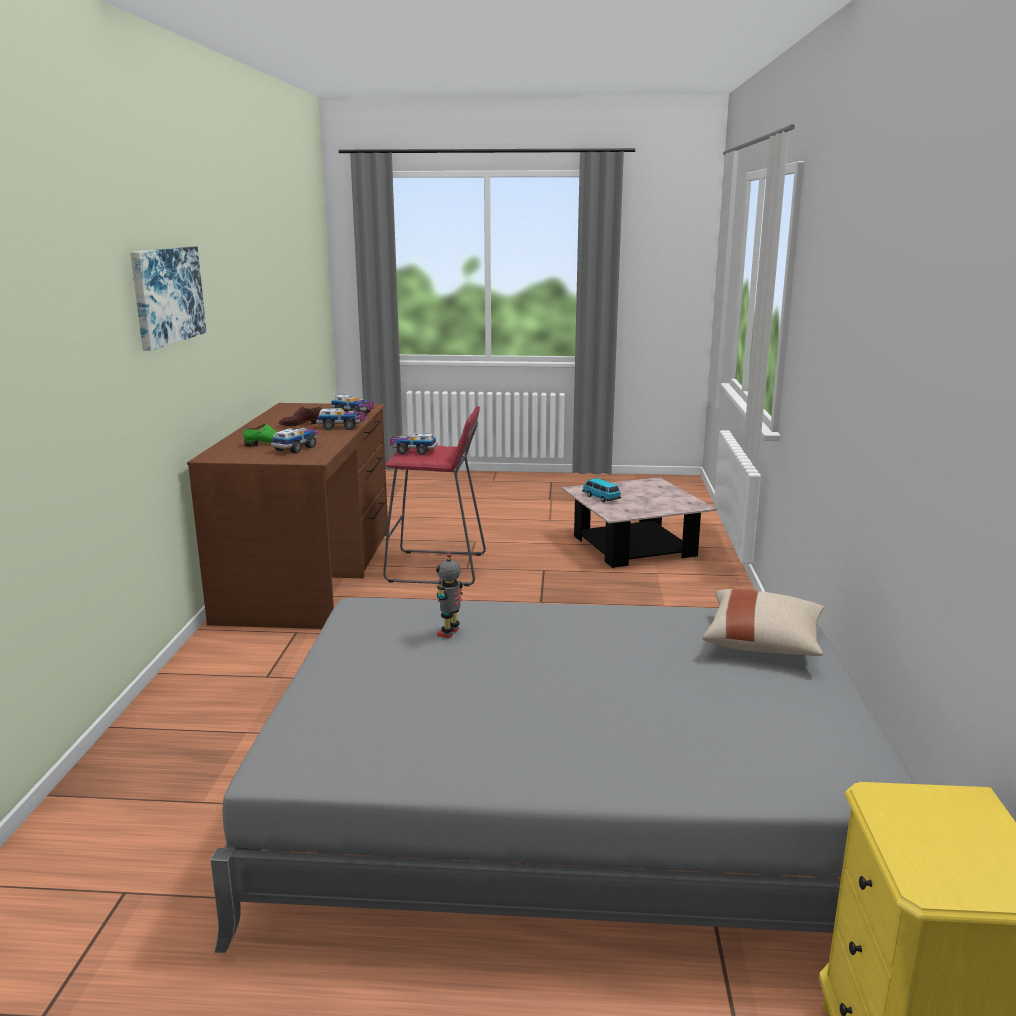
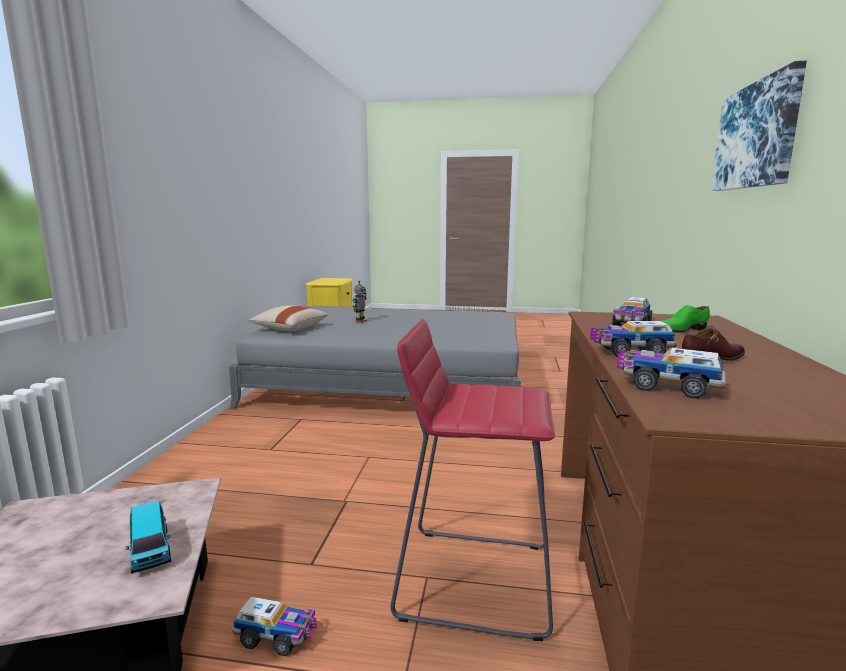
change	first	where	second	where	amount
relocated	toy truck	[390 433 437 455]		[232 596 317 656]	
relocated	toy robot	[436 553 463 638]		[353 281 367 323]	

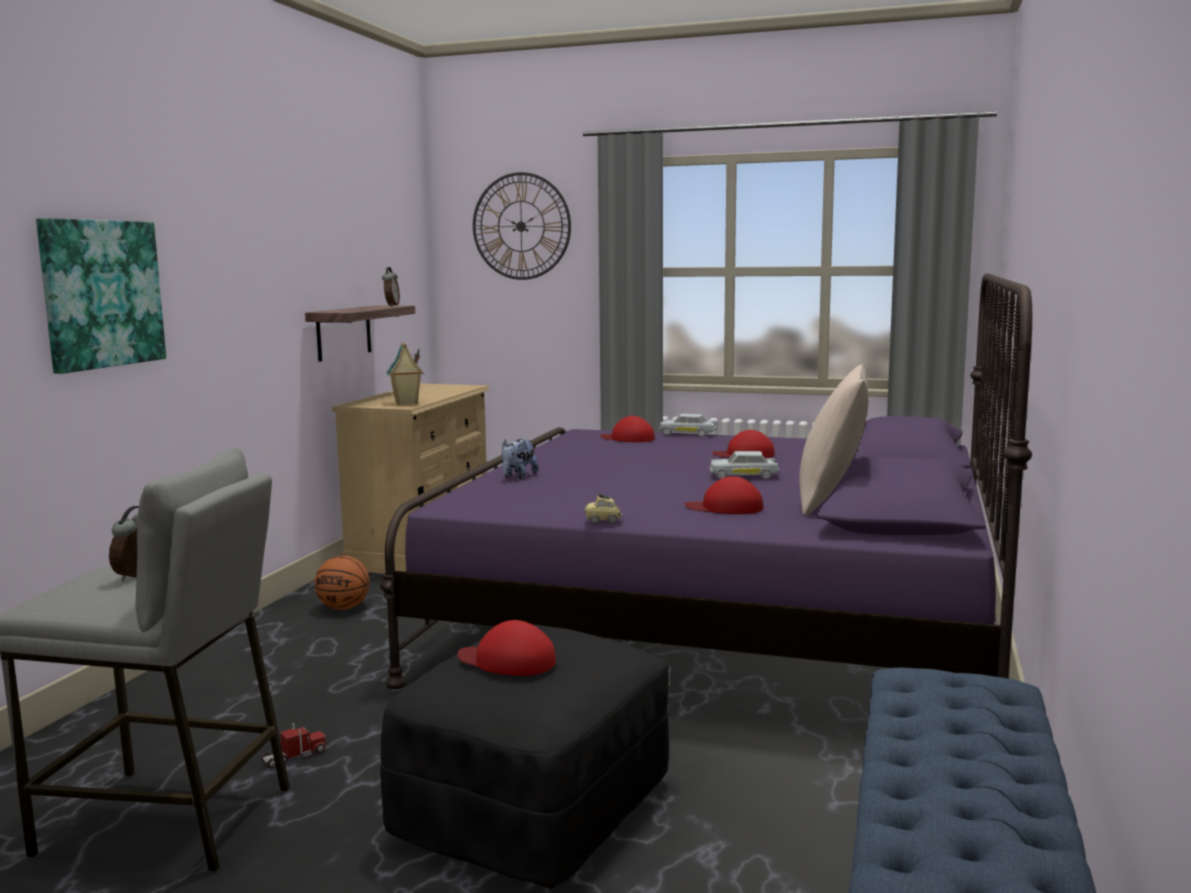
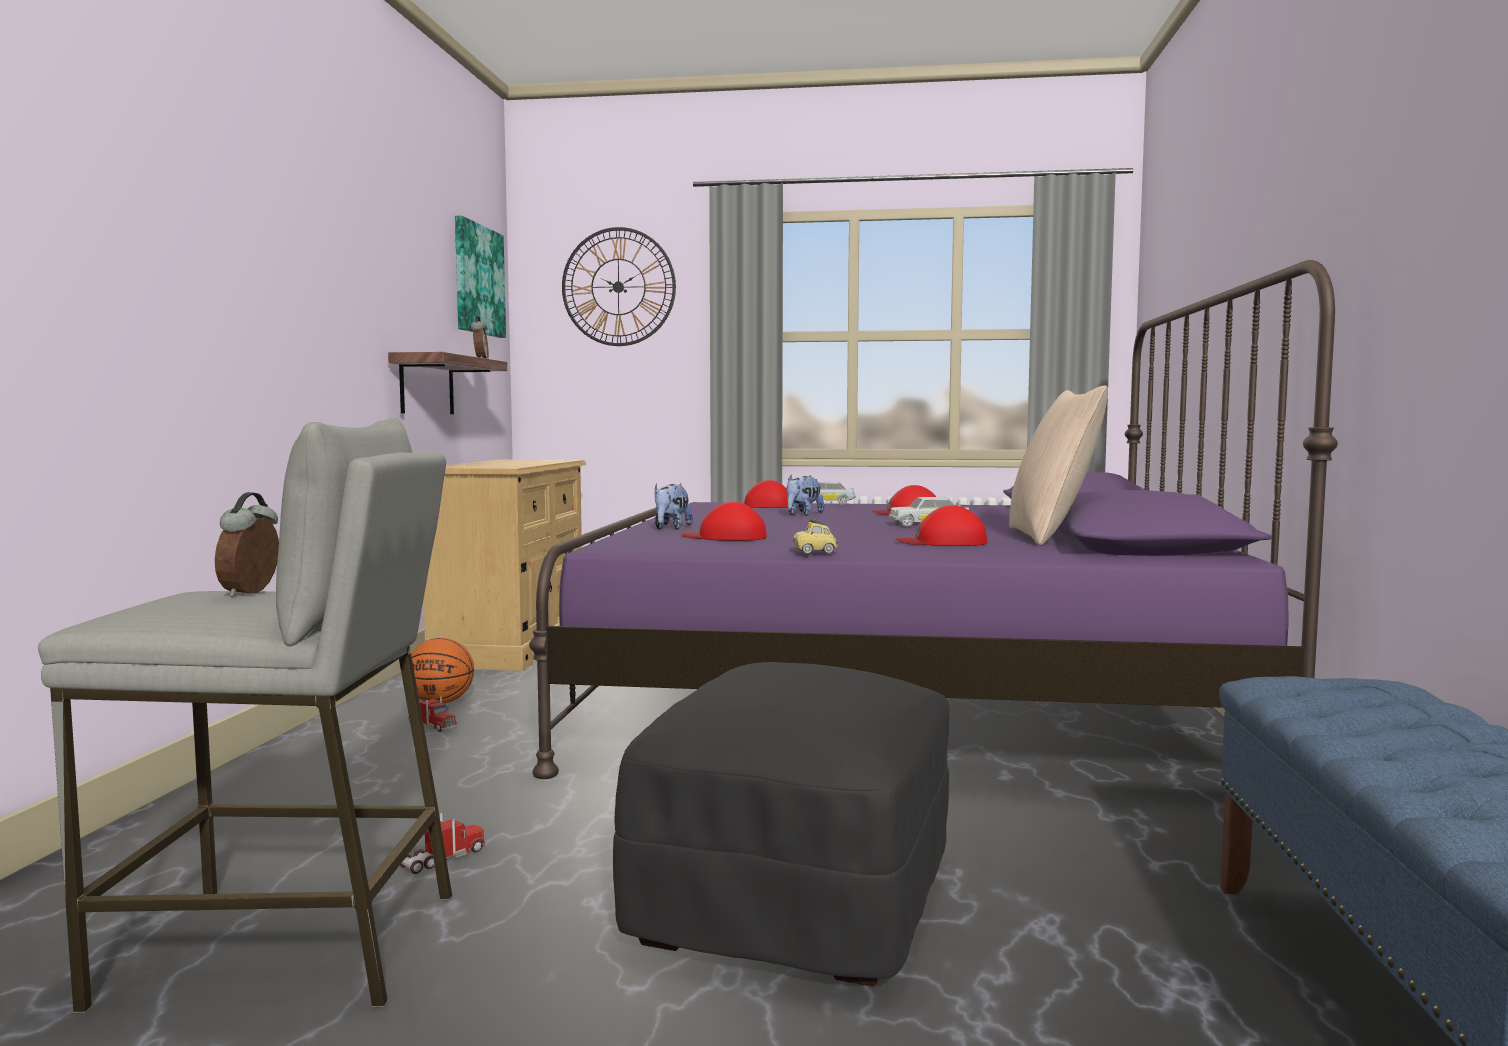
change	first	where	second	where	amount
appeared			toy truck	[409 696 457 732]	
relocated	picture	[36 218 166 374]		[455 216 506 338]	
relocated	red cap	[457 620 556 676]		[681 502 767 541]	
appeared			plush toy	[786 475 825 516]	
missing	toy house	[386 342 424 405]			

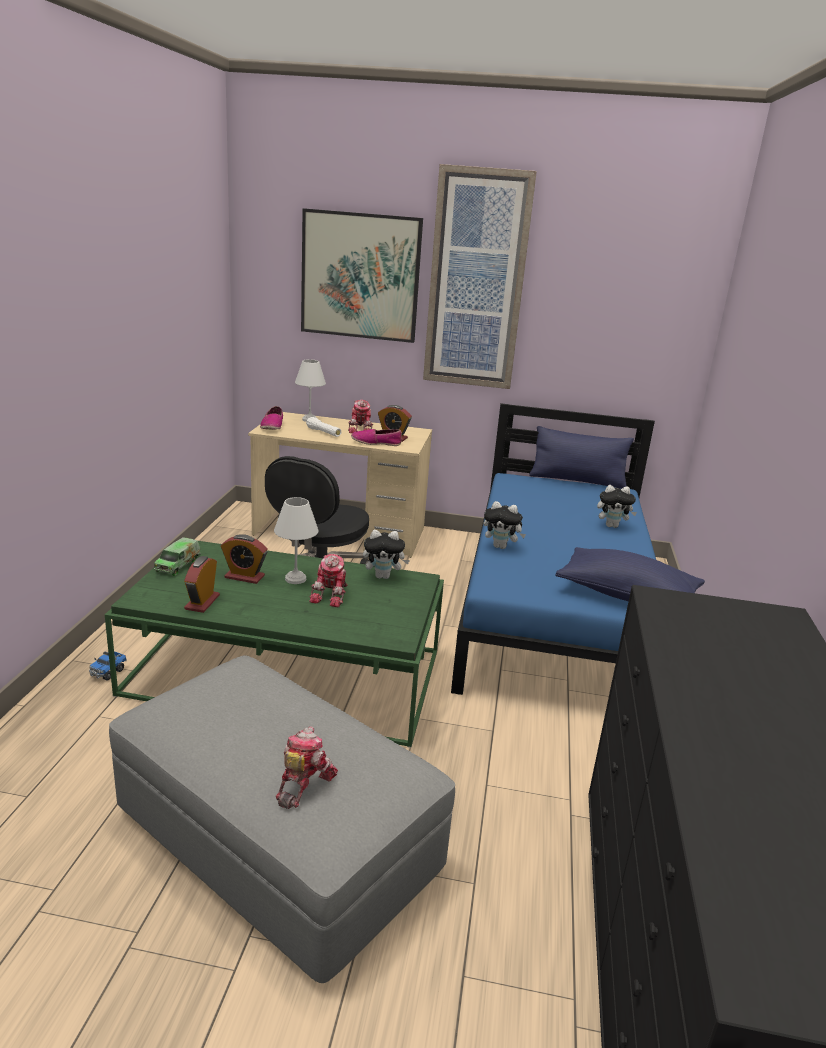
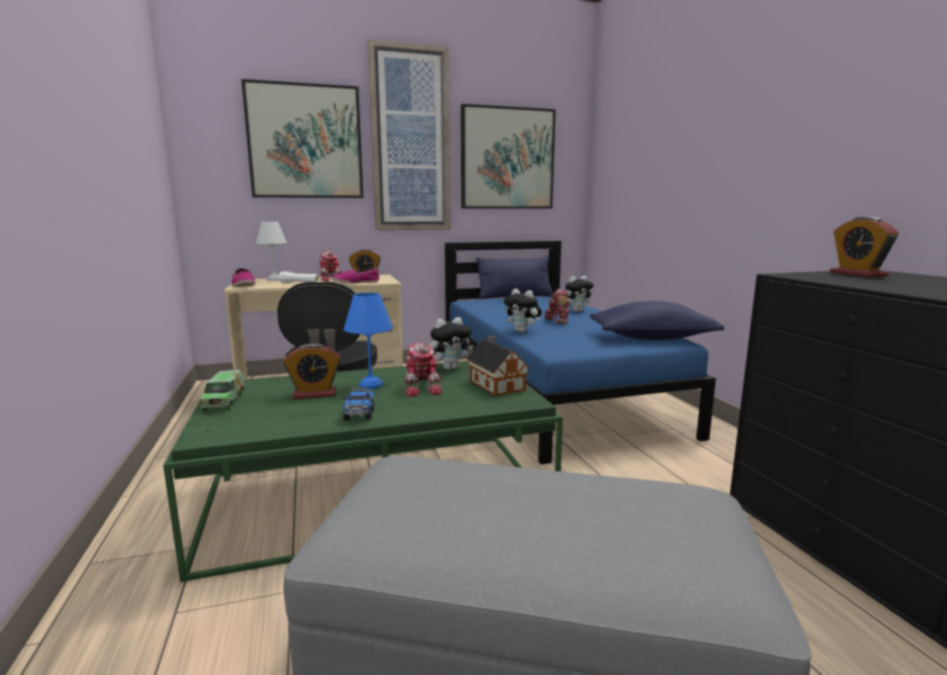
change	first	where	second	where	amount
relocated	toy truck	[89 651 127 680]		[343 388 375 420]	
colour	white table lamp	[274 497 319 584]	blue table lamp	[344 293 393 389]	
appeared			picture	[461 104 556 209]	
appeared			toy house	[466 336 530 396]	
spun	plush toy	[483 501 526 549]		[504 288 542 333]	45 degrees clockwise
relocated	toy robot	[276 726 338 809]		[545 289 570 325]	
relocated	alarm clock	[184 556 220 613]		[830 216 899 277]	

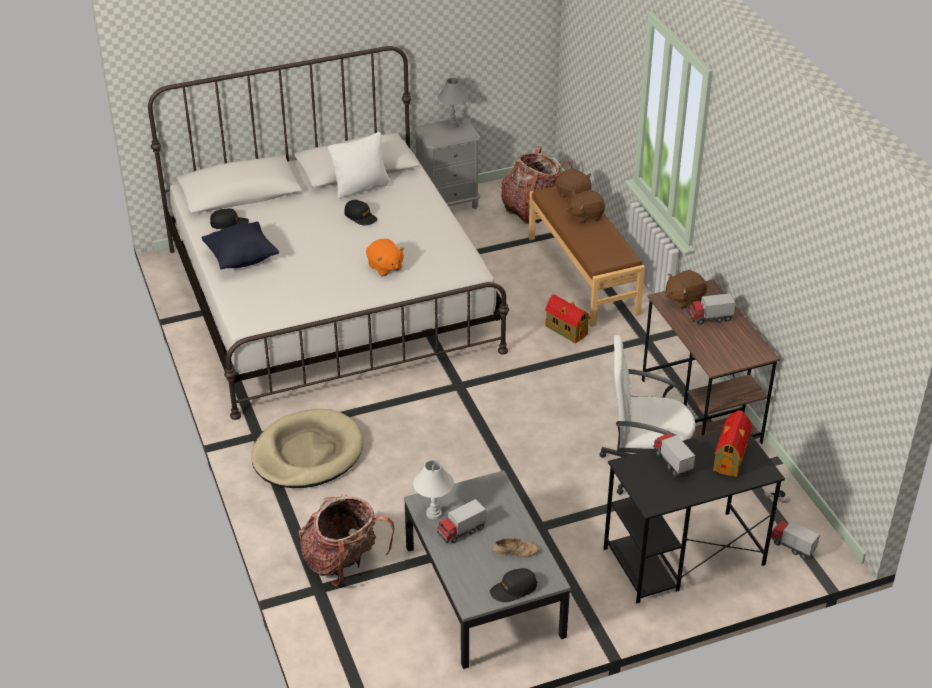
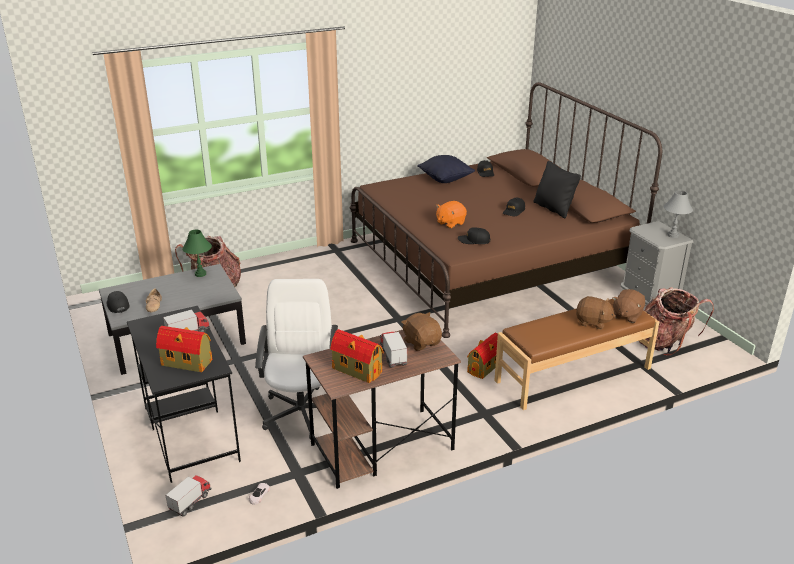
change	first	where	second	where	amount
colour	white table lamp	[413 460 454 519]	green table lamp	[182 230 212 277]	
appeared			toy house	[330 329 384 383]	
colour	white bed	[148 46 509 420]	brown bed	[350 82 662 338]	
appeared			black cap	[458 227 490 244]	
colour	white pillow	[328 132 391 199]	black pillow	[533 161 581 218]	
spun	brown plush toy	[567 190 605 224]		[576 296 616 330]	135 degrees clockwise
missing	beige dog bed	[251 409 363 488]			
missing	toy truck	[437 499 486 543]			

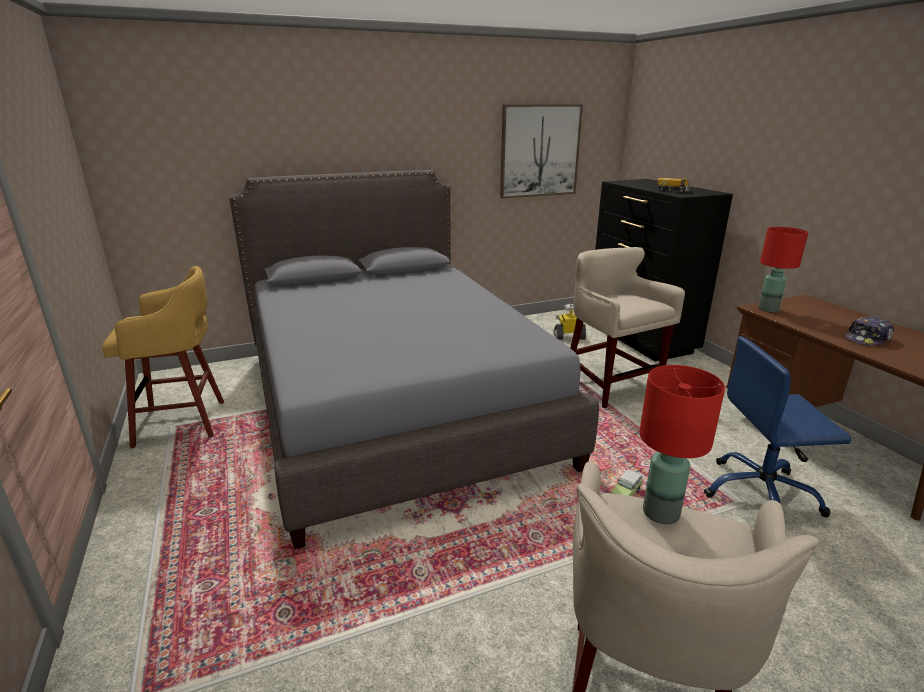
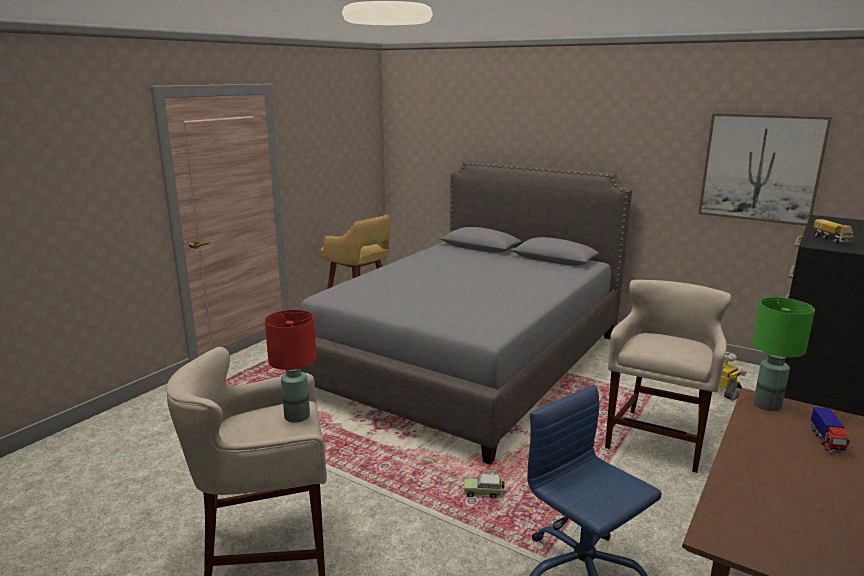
change	first	where	second	where	amount
colour	red table lamp	[758 227 808 312]	green table lamp	[753 297 815 411]	
appeared			toy truck	[811 407 850 454]	
missing	cap	[845 316 895 346]			

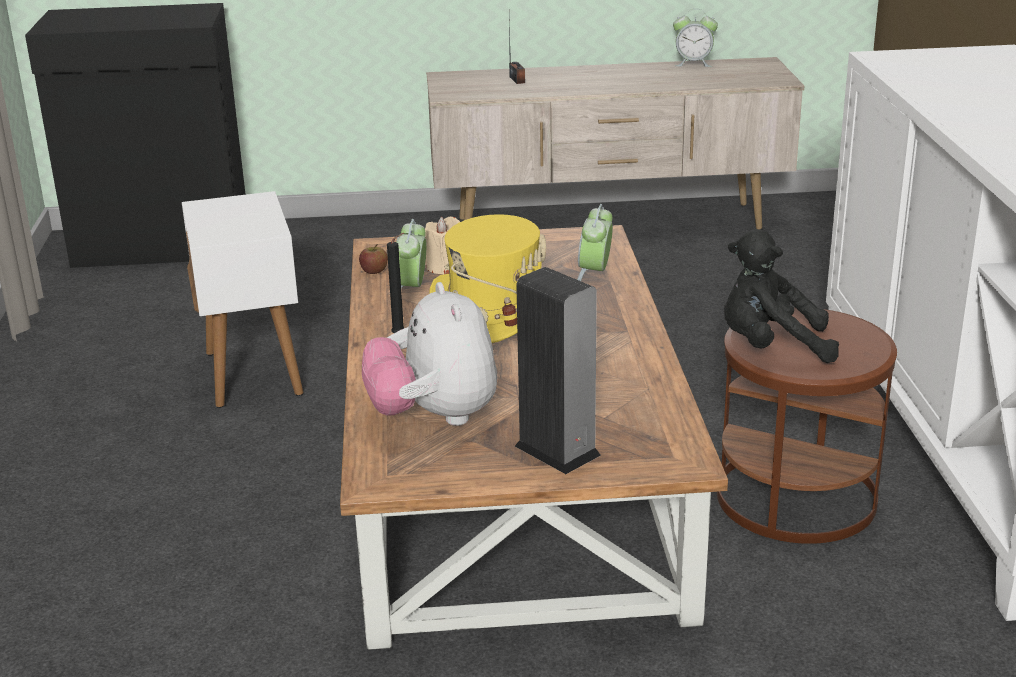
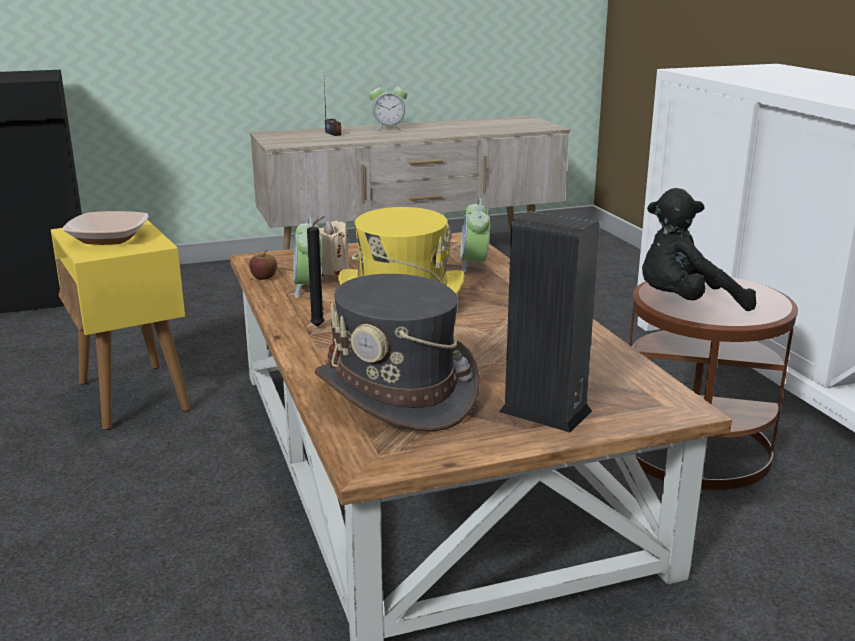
change	first	where	second	where	amount
colour	white side table	[182 191 303 408]	yellow side table	[51 220 191 430]	
appeared			bowl	[63 211 148 245]	
exchanged	plush toy	[362 282 498 426]	grey hat	[315 274 480 432]	
relocated	alarm clock	[673 9 718 67]		[369 81 407 131]	

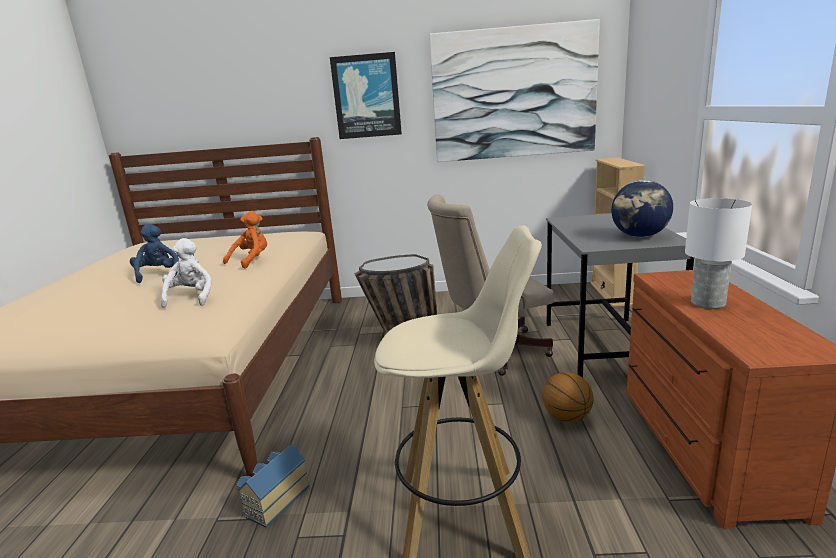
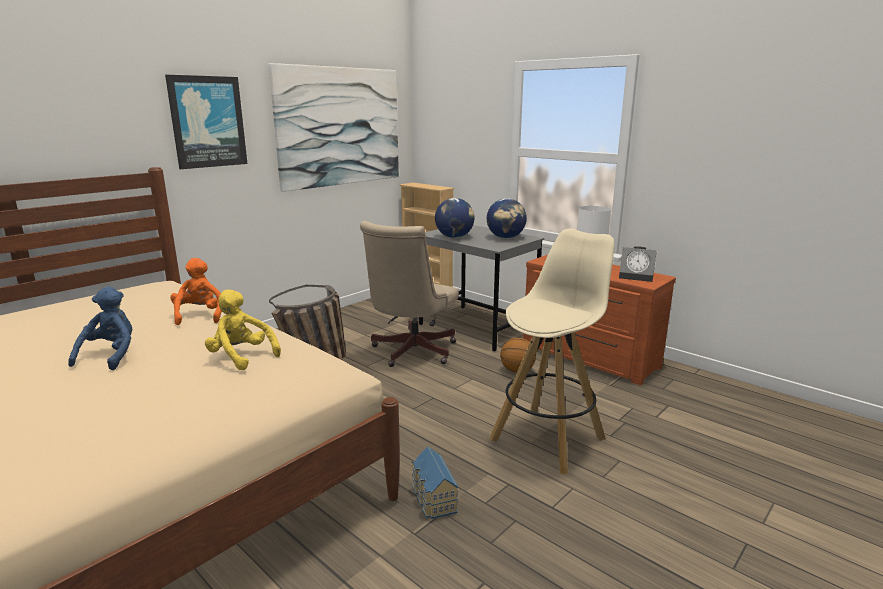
change	first	where	second	where	amount
spun	blue plush toy	[130 224 179 283]		[68 287 132 370]	75 degrees clockwise
colour	white plush toy	[161 238 212 308]	yellow plush toy	[205 289 281 370]	
appeared			globe	[435 198 474 238]	
appeared			alarm clock	[619 246 657 282]	

